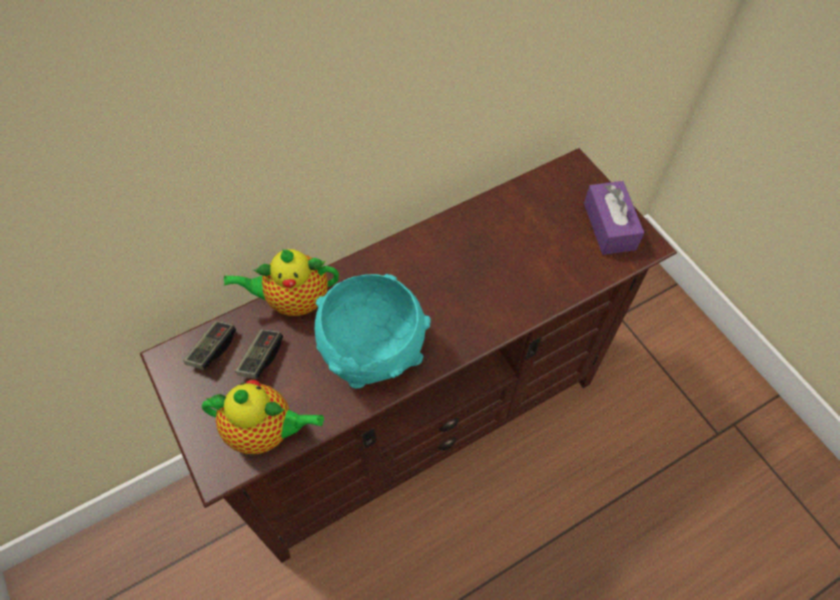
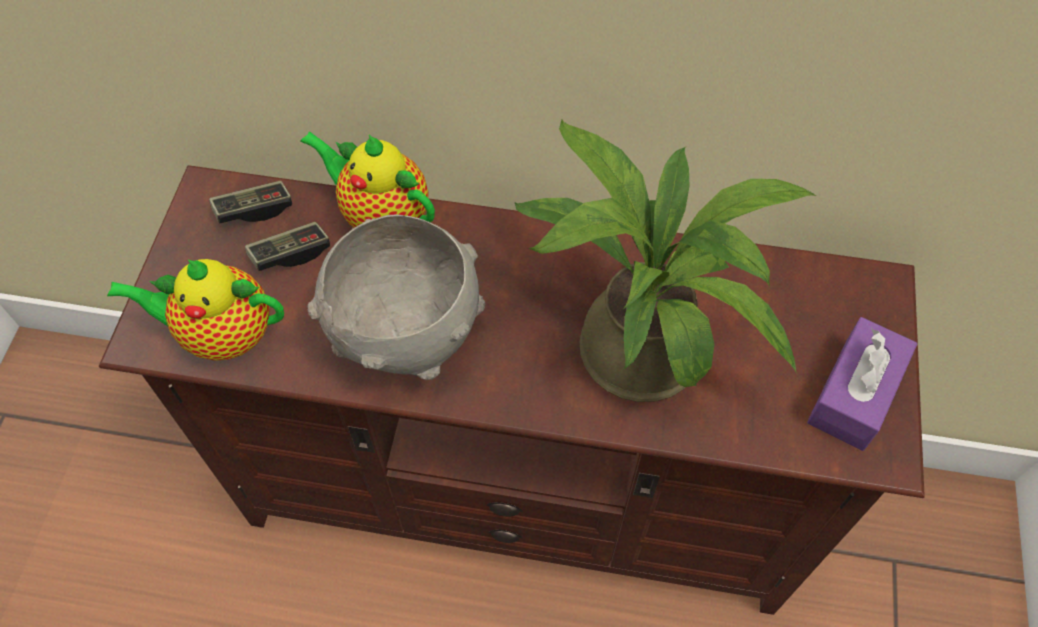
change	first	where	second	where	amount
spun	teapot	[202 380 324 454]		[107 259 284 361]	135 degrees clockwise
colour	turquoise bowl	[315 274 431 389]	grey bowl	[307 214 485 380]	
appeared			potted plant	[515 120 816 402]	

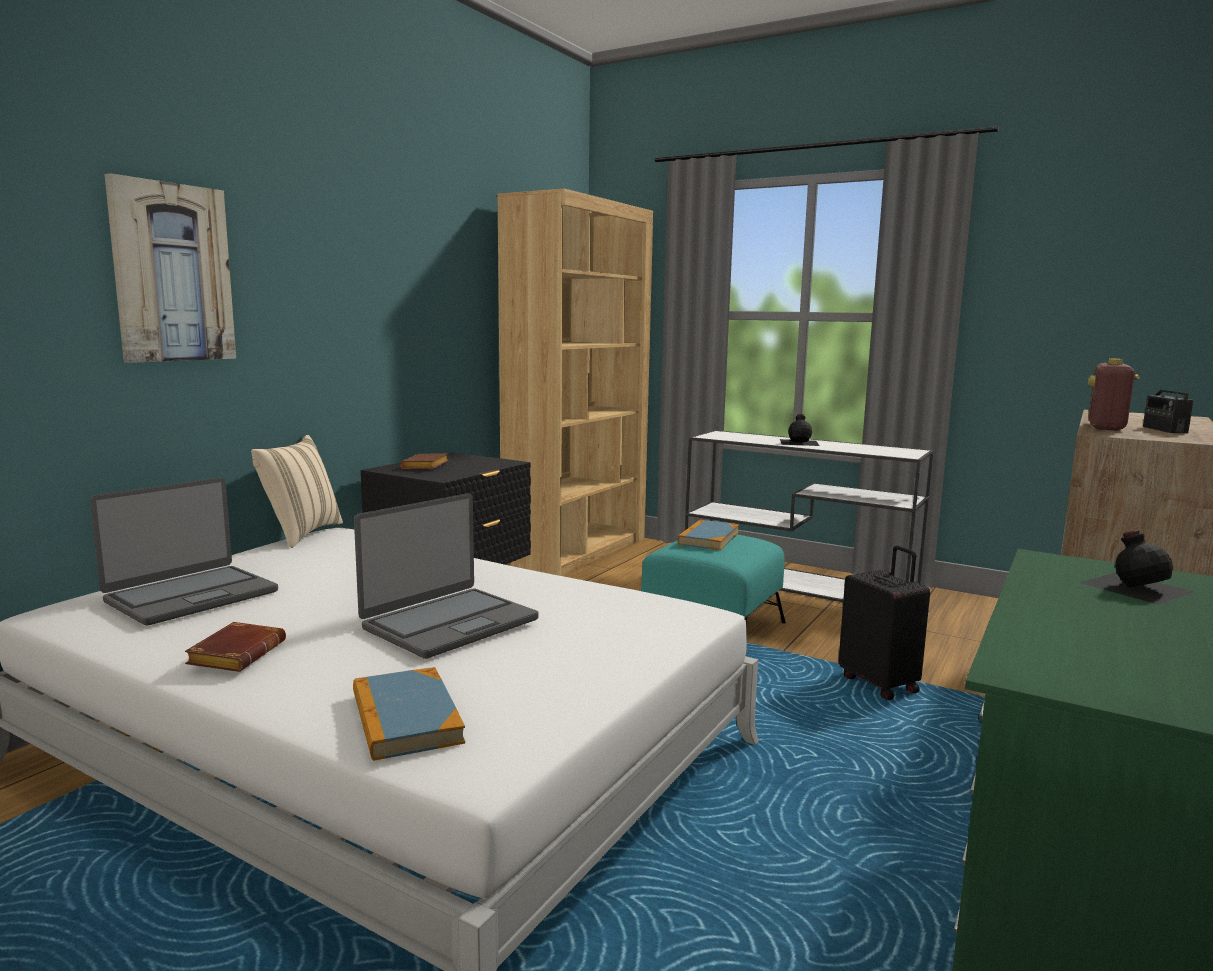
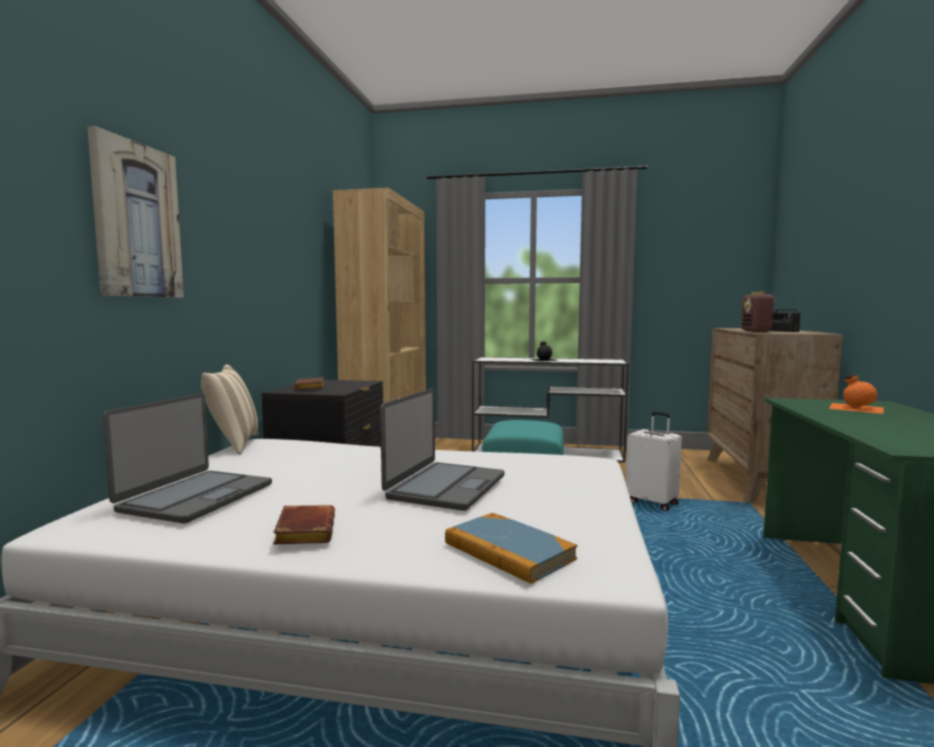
change	first	where	second	where	amount
colour	black suitcase	[839 545 930 700]	white suitcase	[626 412 682 511]	
colour	black bottle	[1080 530 1194 605]	orange bottle	[829 374 884 414]	
missing	book	[677 520 739 550]			

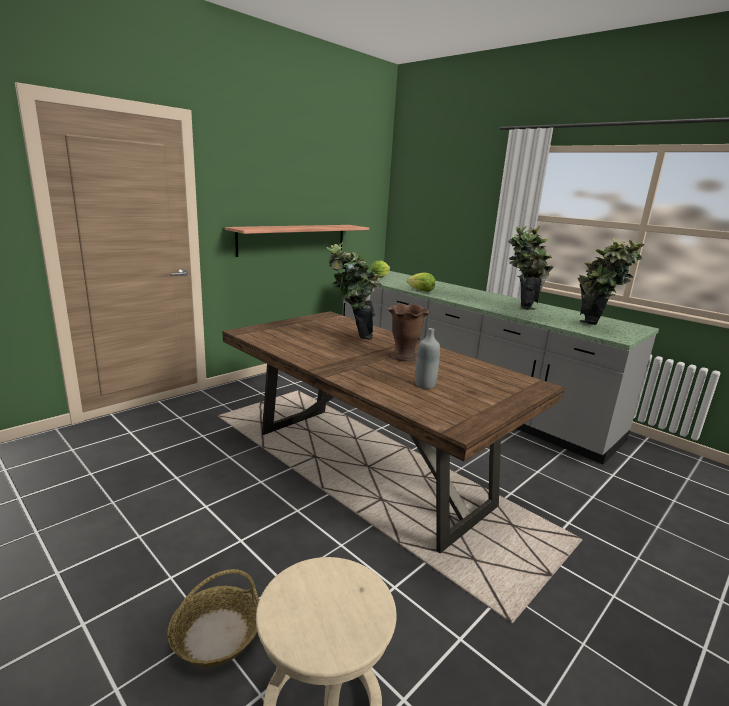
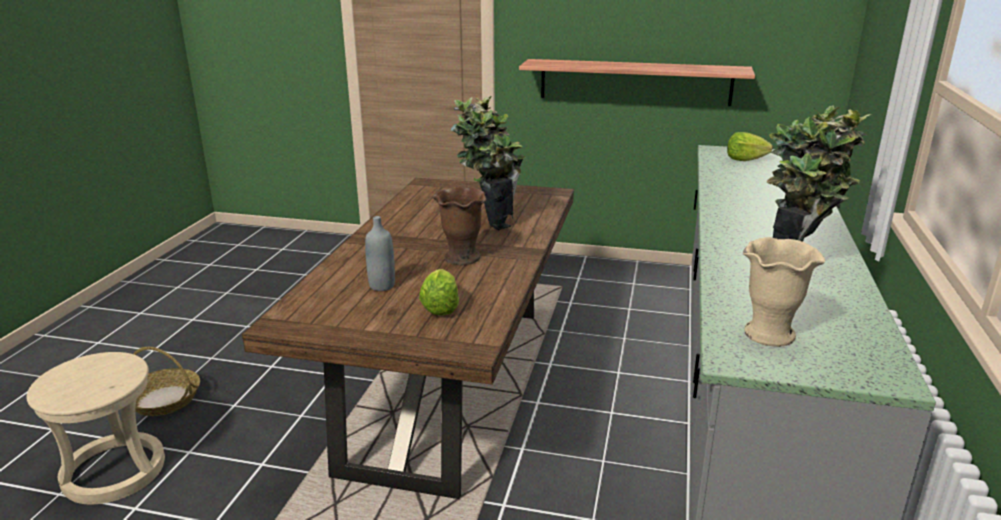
change	first	where	second	where	amount
relocated	lettuce	[407 272 435 292]		[419 269 459 316]	
exchanged	potted plant	[577 238 644 325]	beige vase	[743 237 825 347]	

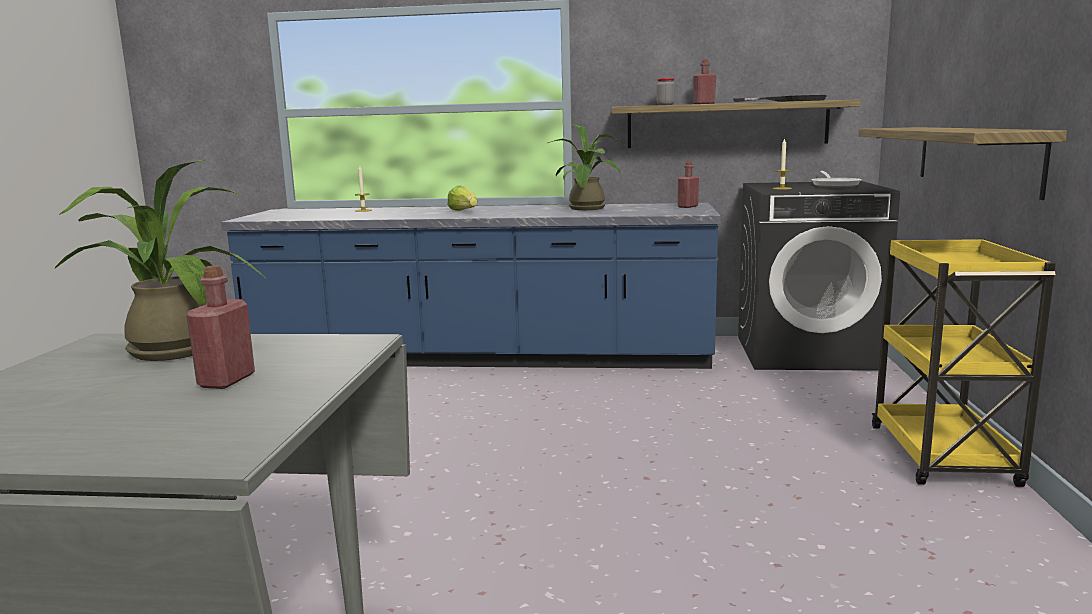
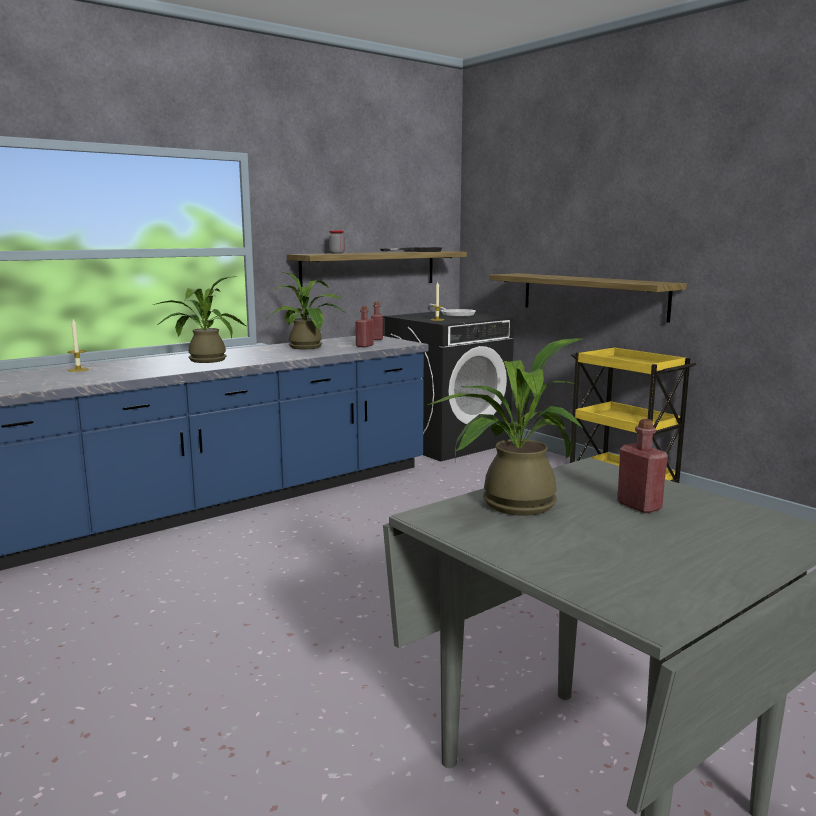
change	first	where	second	where	amount
exchanged	lettuce	[447 185 477 211]	potted plant	[153 276 248 363]	
relocated	red bottle	[693 59 716 104]		[355 306 374 347]	

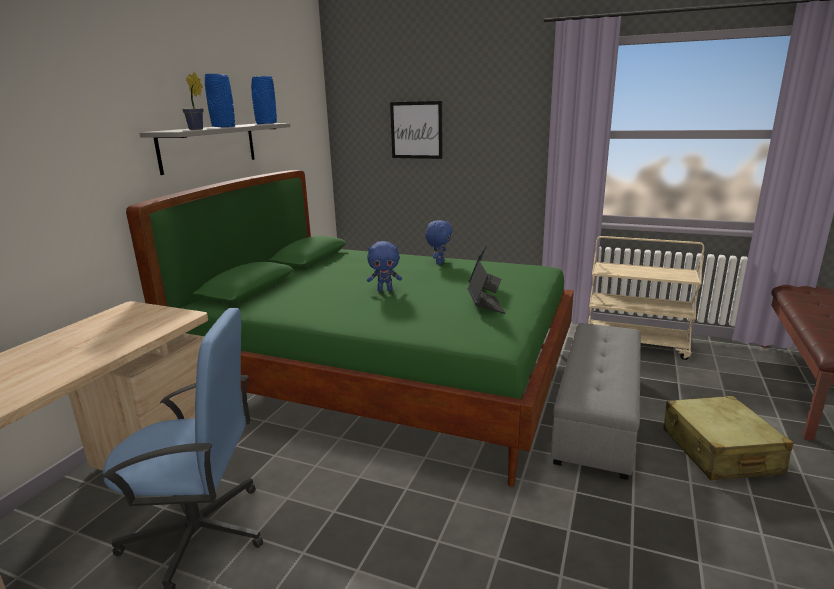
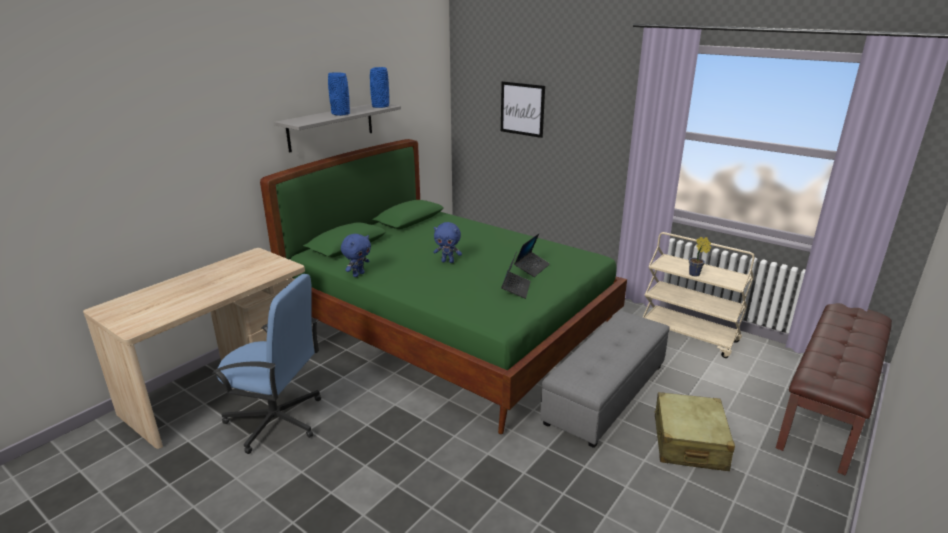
change	first	where	second	where	amount
relocated	blue plush toy	[425 220 453 265]		[341 234 371 277]	
relocated	potted plant	[182 72 204 130]		[689 237 711 276]	

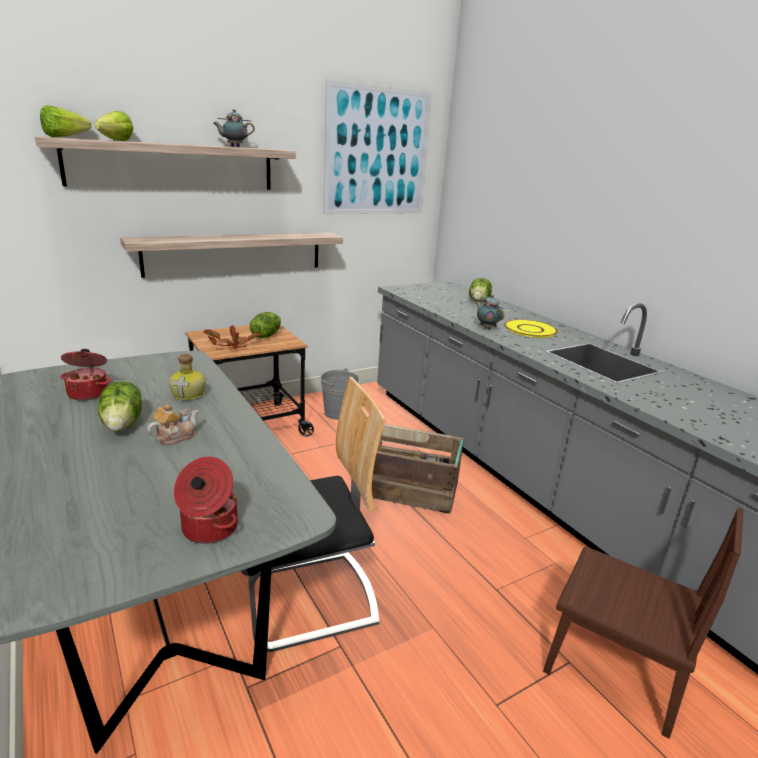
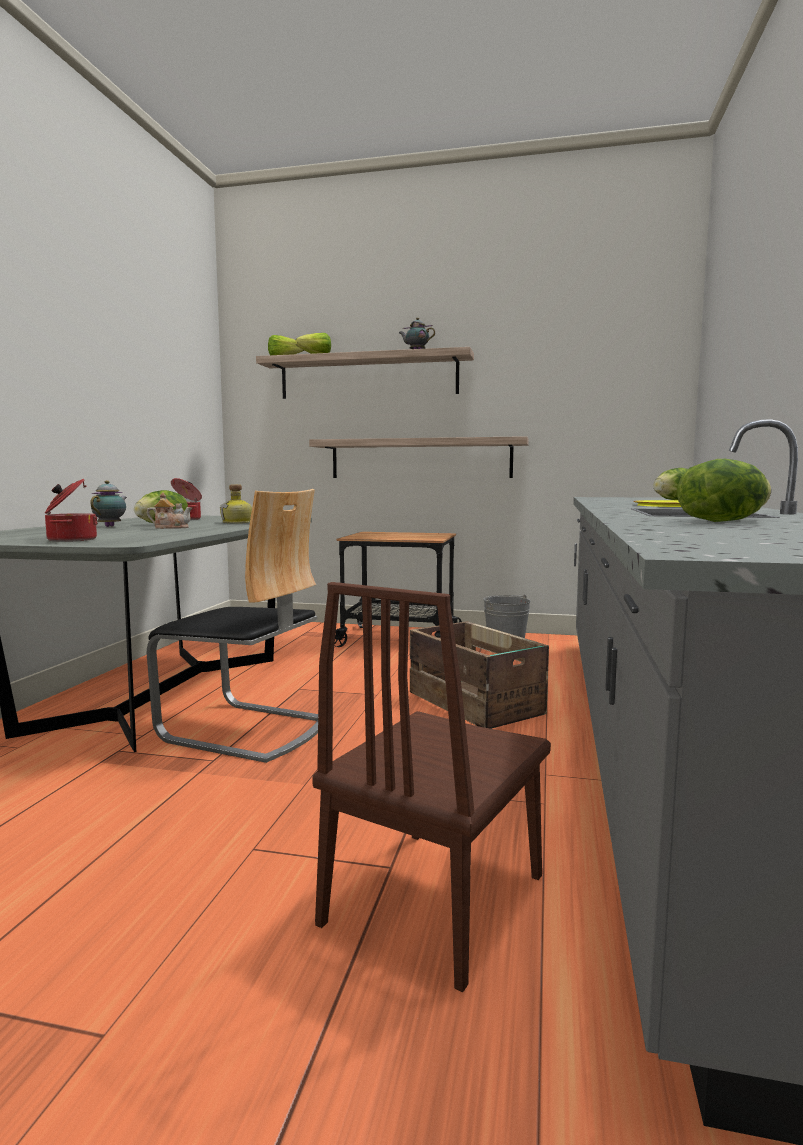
change	first	where	second	where	amount
relocated	teapot	[476 295 504 330]		[90 480 127 527]	
spun	brown chair	[543 508 743 739]		[312 582 551 992]	45 degrees clockwise
relocated	lettuce	[250 312 281 338]		[677 459 771 522]	
missing	potted plant	[203 325 260 350]			
missing	picture	[323 79 432 214]			

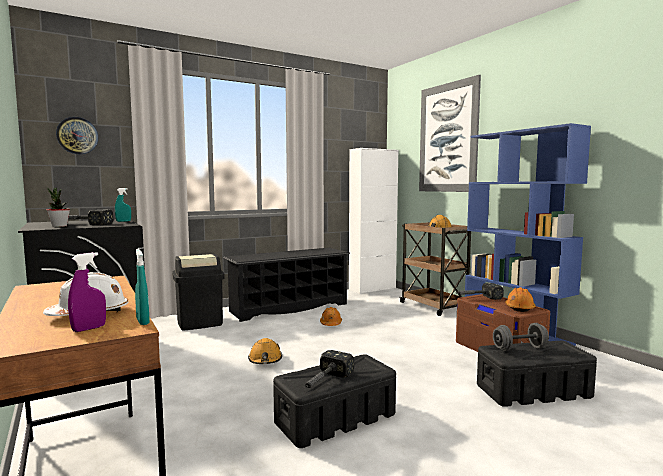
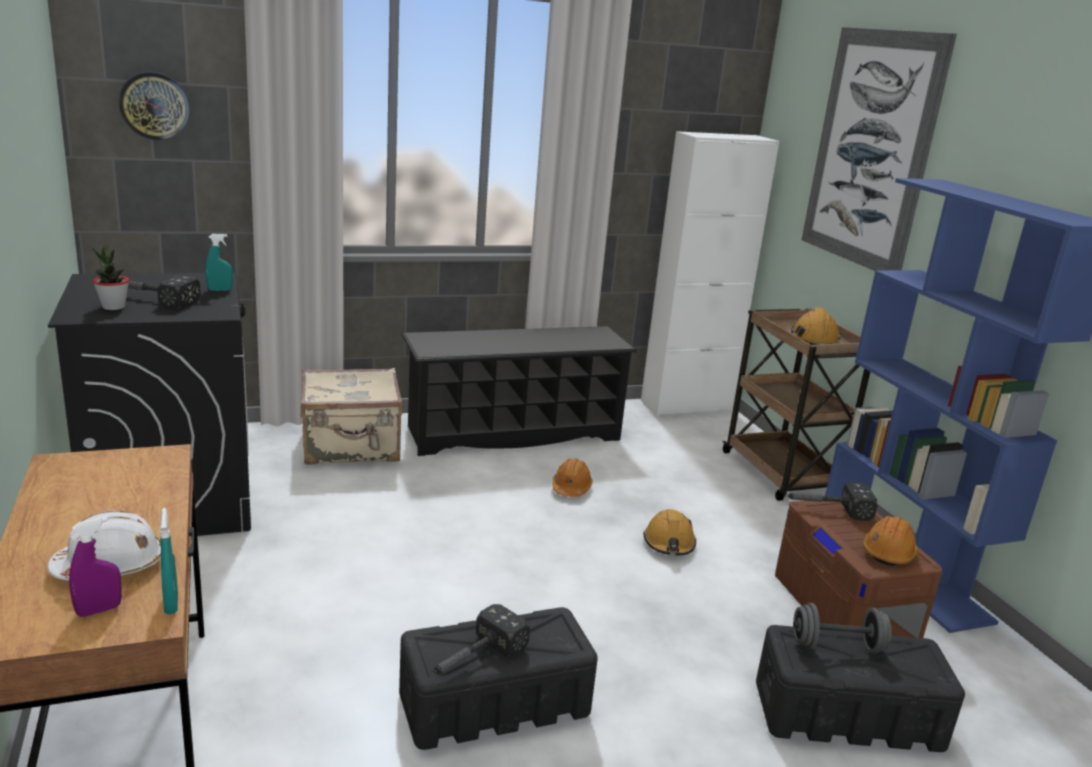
change	first	where	second	where	amount
exchanged	black trash can	[172 254 225 331]	beige suitcase	[301 368 403 464]	
relocated	orange hard hat	[248 338 282 364]		[643 509 696 556]	

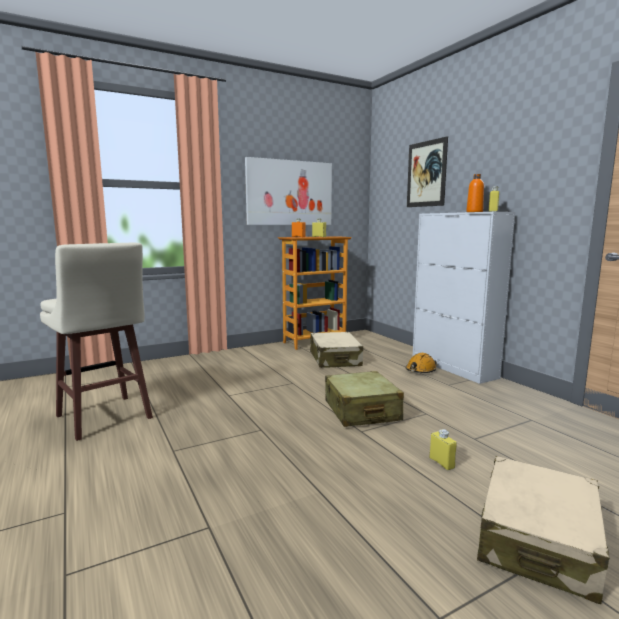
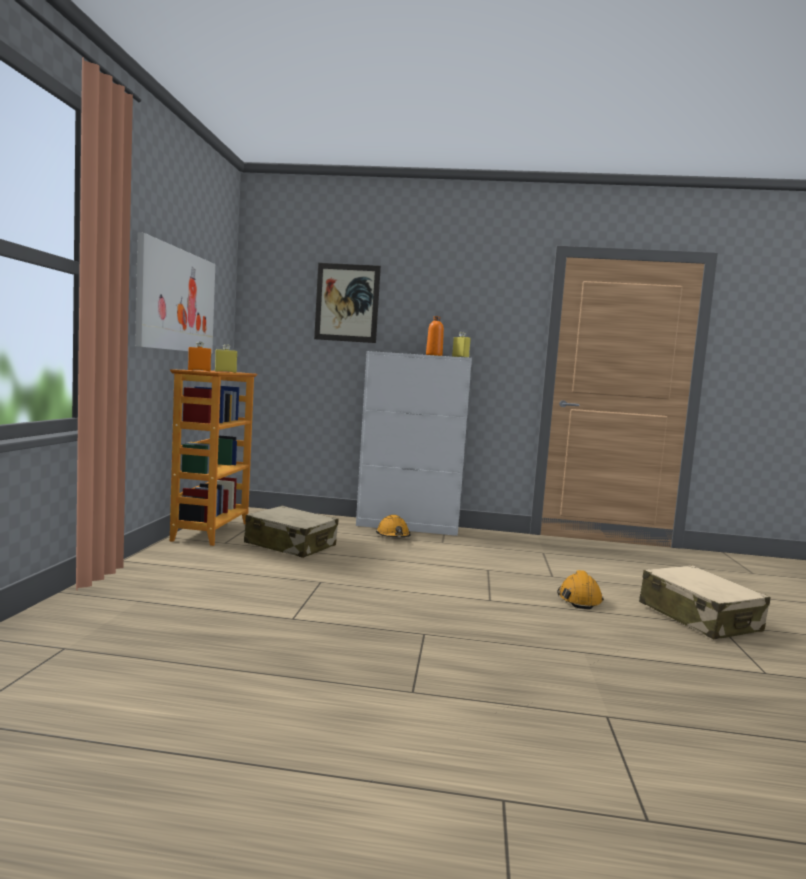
change	first	where	second	where	amount
exchanged	yellow bottle	[430 429 457 470]	orange hard hat	[557 570 604 609]	
missing	beige stool	[40 243 153 441]			
missing	beige suitcase	[325 371 404 427]			

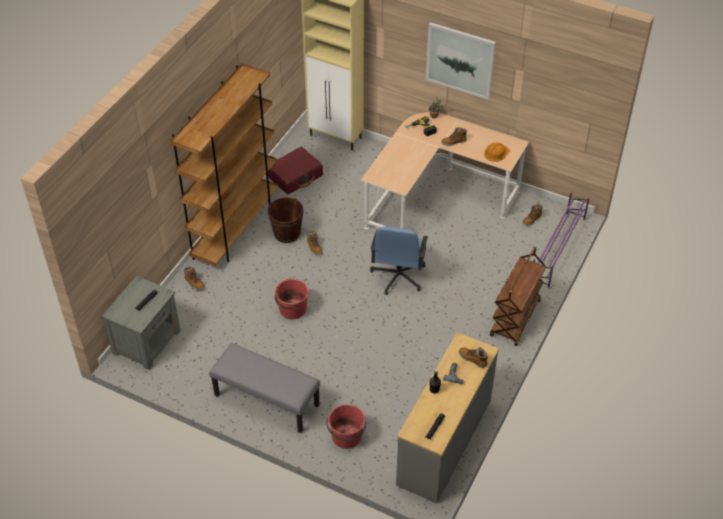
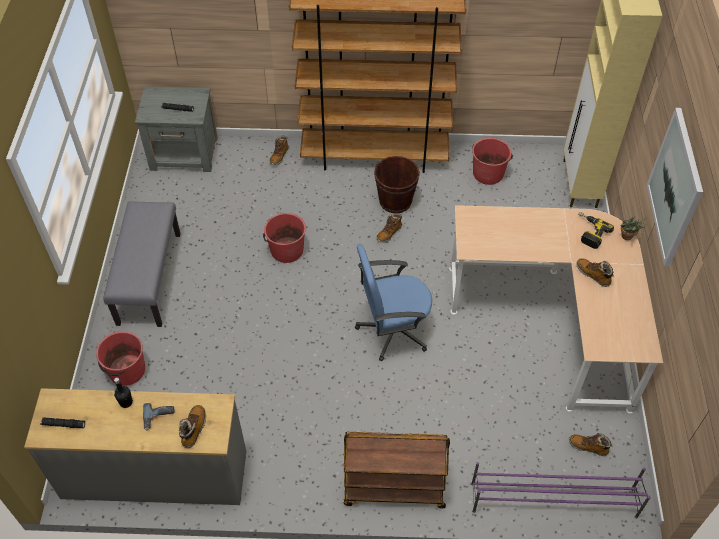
change	first	where	second	where	amount
exchanged	red suitcase	[268 147 323 194]	red bucket	[472 138 513 185]	
missing	orange hard hat	[484 142 510 162]			

